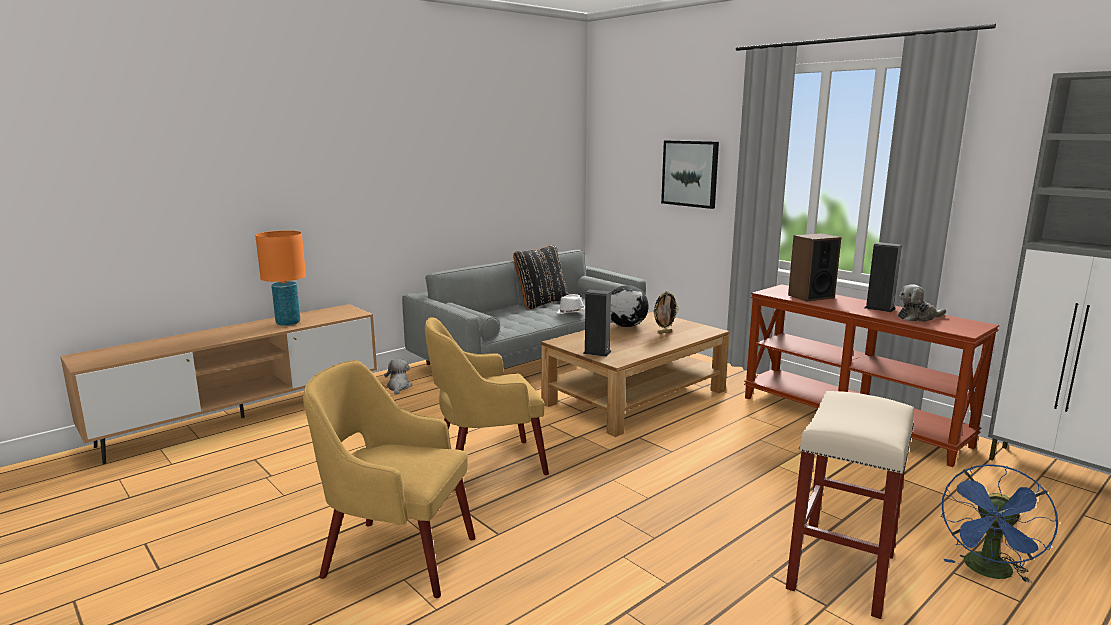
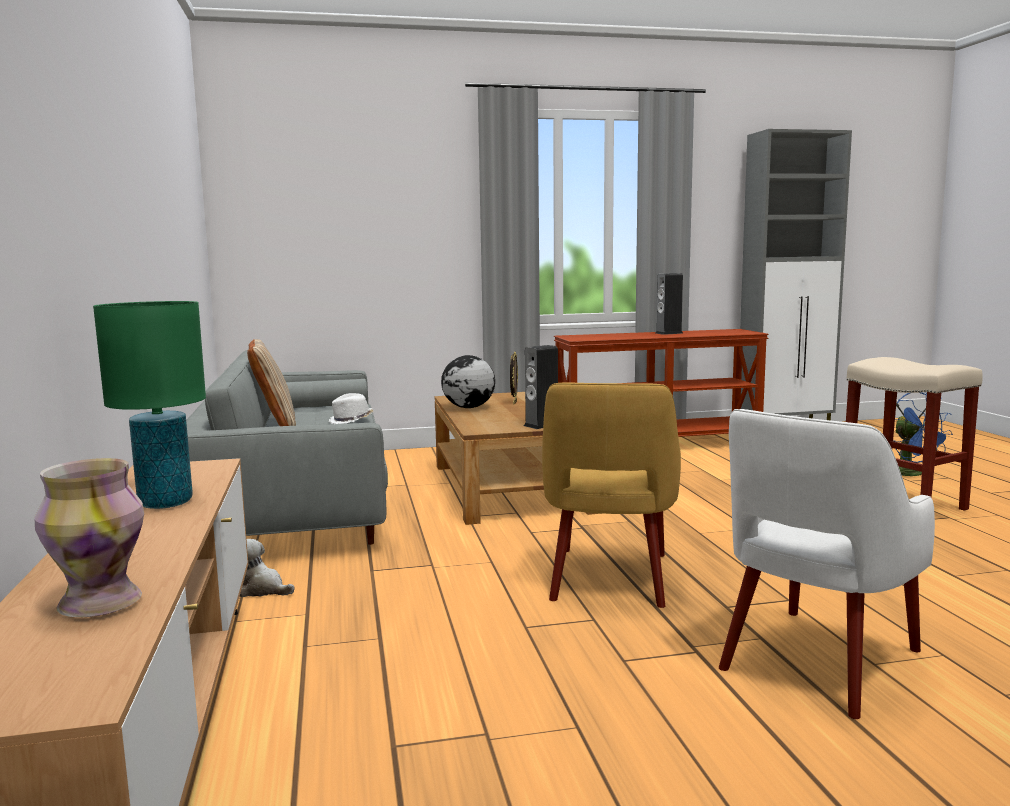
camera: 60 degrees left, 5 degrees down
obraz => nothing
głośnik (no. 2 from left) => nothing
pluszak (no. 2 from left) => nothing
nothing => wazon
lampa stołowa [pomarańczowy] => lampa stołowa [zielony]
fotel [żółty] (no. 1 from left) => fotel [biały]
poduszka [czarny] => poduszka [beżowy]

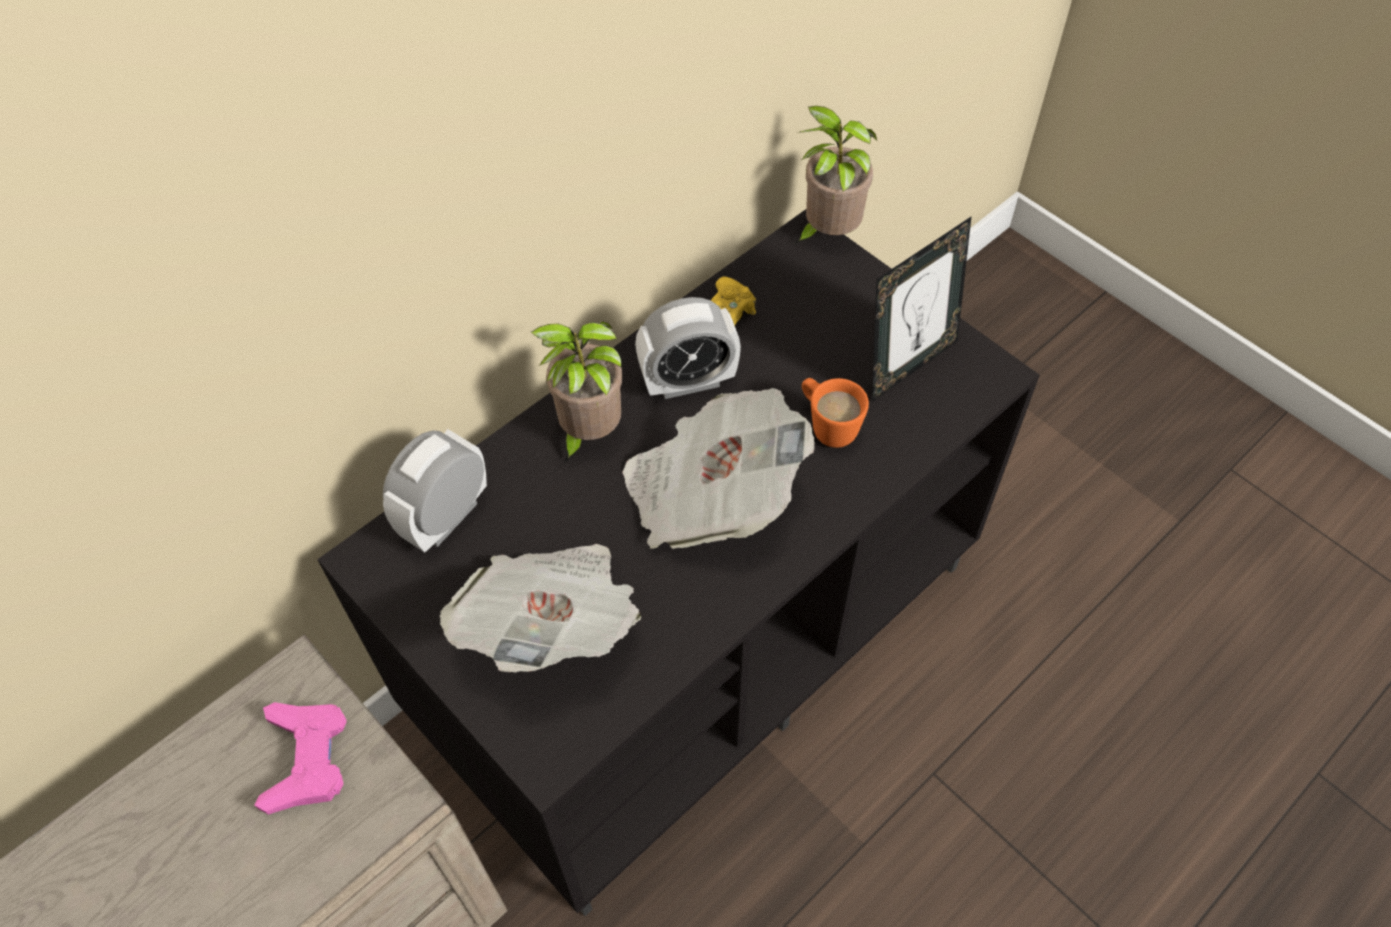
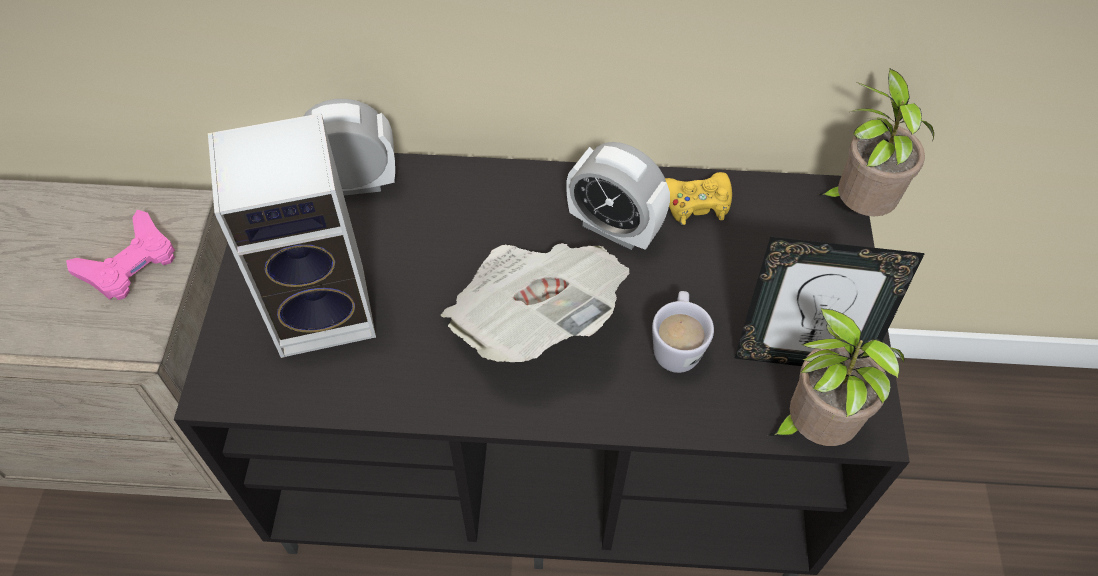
camera: 45 degrees right, 0 degrees up
roślina doniczkowa (no. 1 from left), shifted
gazeta (no. 1 from left) => głośnik
kubek [pomarańczowy] => kubek [biały]

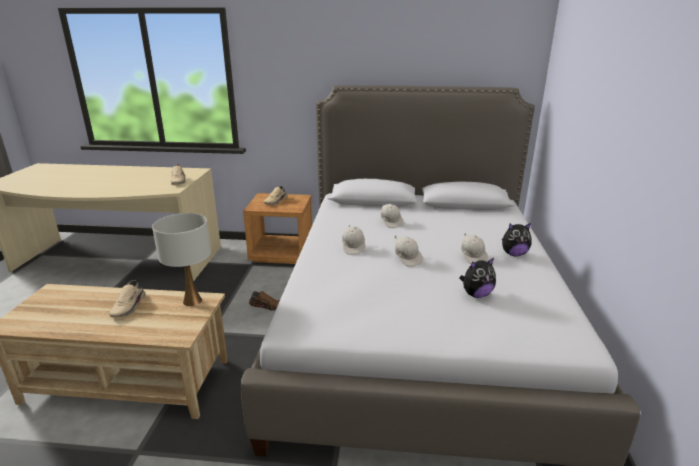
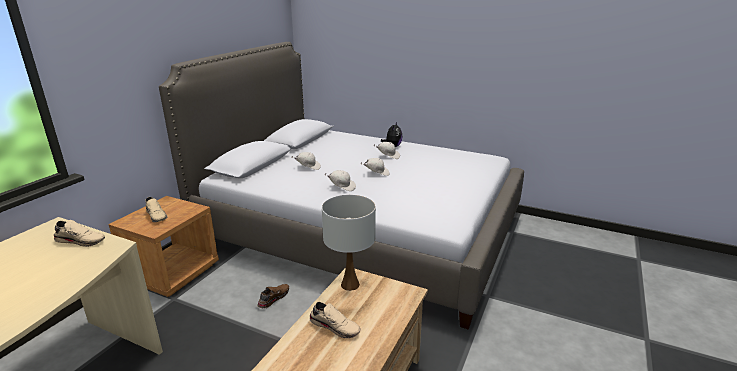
camera: 70 degrees left, 0 degrees up
pluszak (no. 1 from left) => nothing

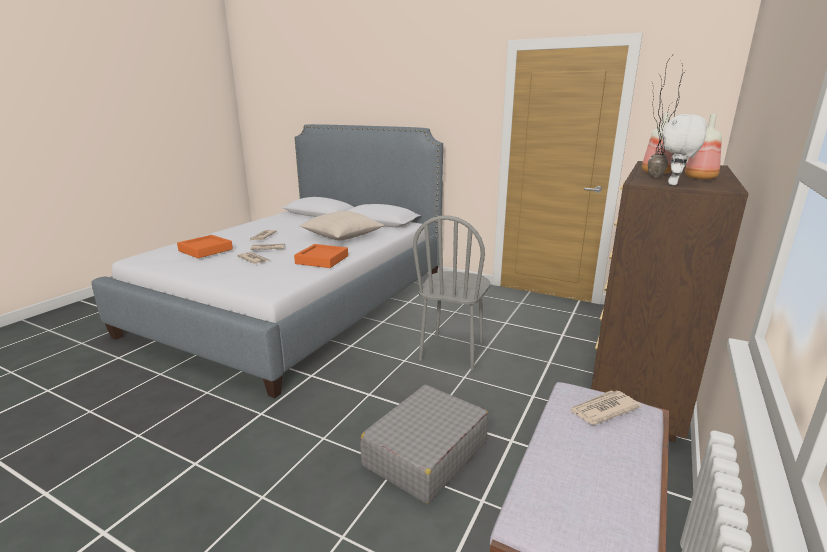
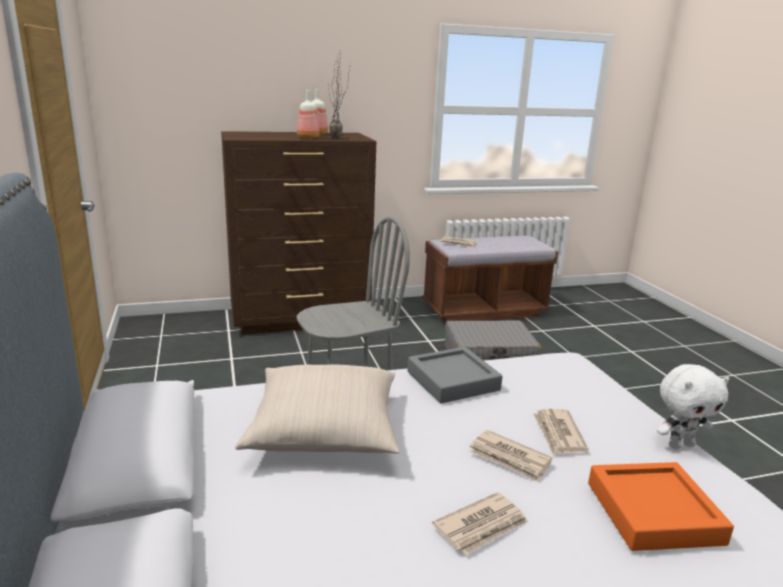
camera: 135 degrees left, 0 degrees up
pluszak [biały], shifted
taca [pomarańczowy] (no. 2 from left) => taca [szary]

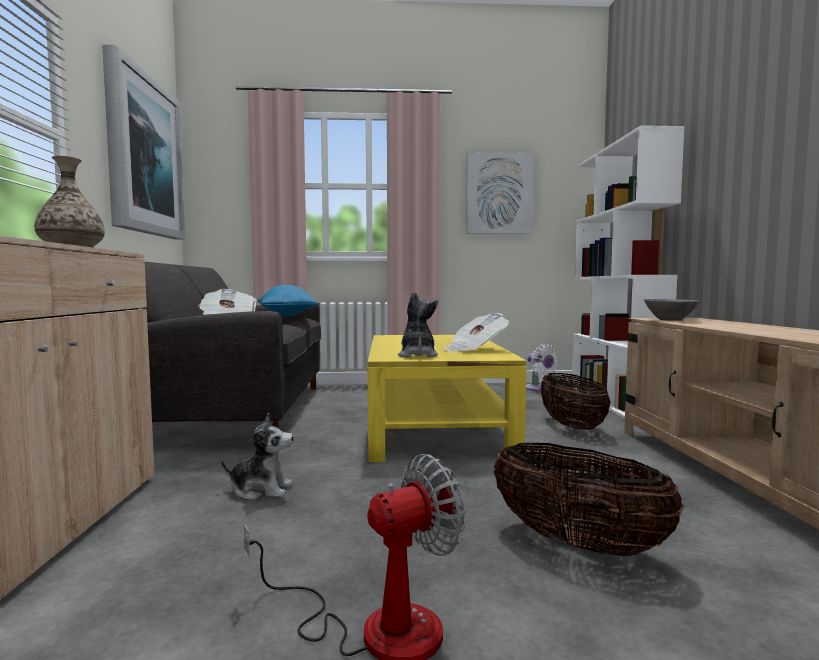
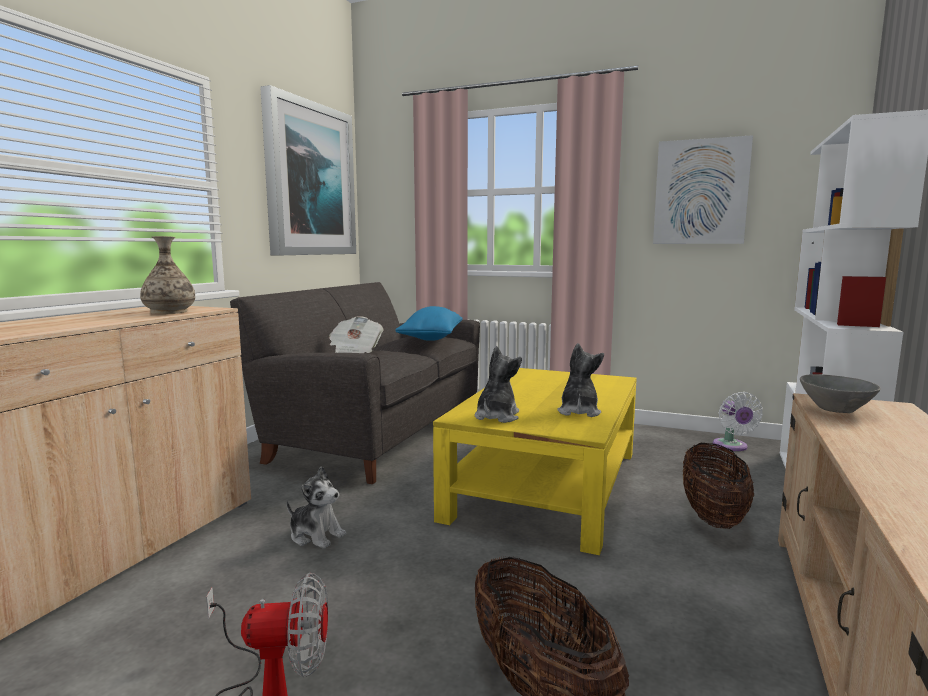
camera: 25 degrees right, 5 degrees up
gazeta (no. 2 from left) => pluszak (no. 3 from left)

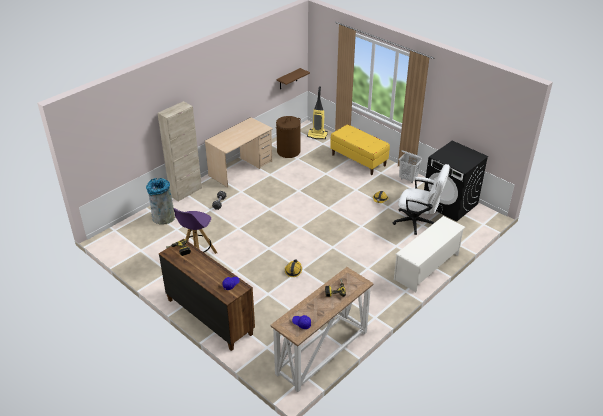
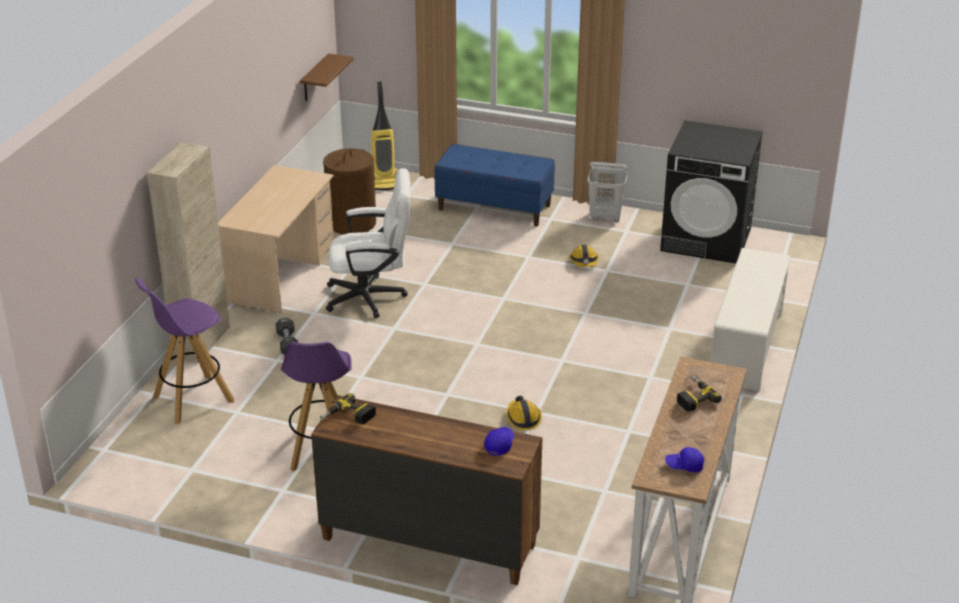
camera: 25 degrees left, 5 degrees down
krzesło biurowe [biały], shifted
kosz na śmieci [szary] => stołek [fioletowy] (no. 1 from left)
ławka [żółty] => ławka [niebieski]

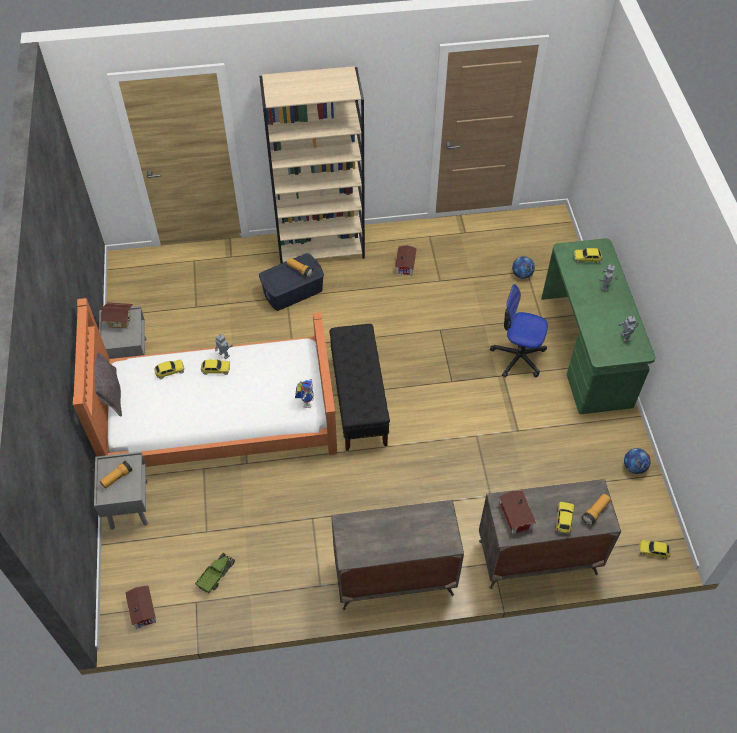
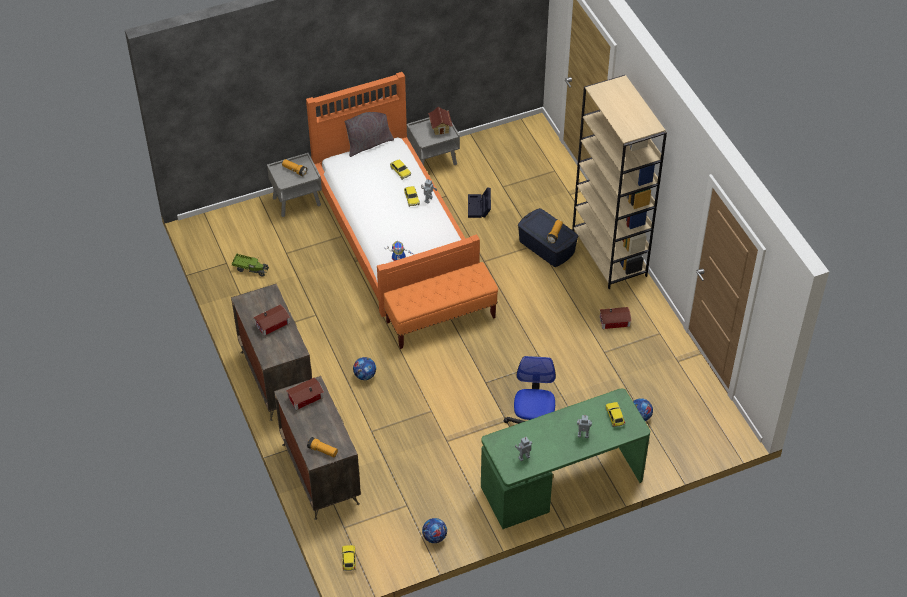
camera: 75 degrees right, 5 degrees down
samochodzik (no. 3 from left) => nothing
nothing => piłka futbolowa (no. 1 from left)
nothing => pojemnik do przechowywania [czarny]
domek (no. 2 from left in the first image) => domek (no. 1 from left), shifted
ławka [czarny] => ławka [pomarańczowy]

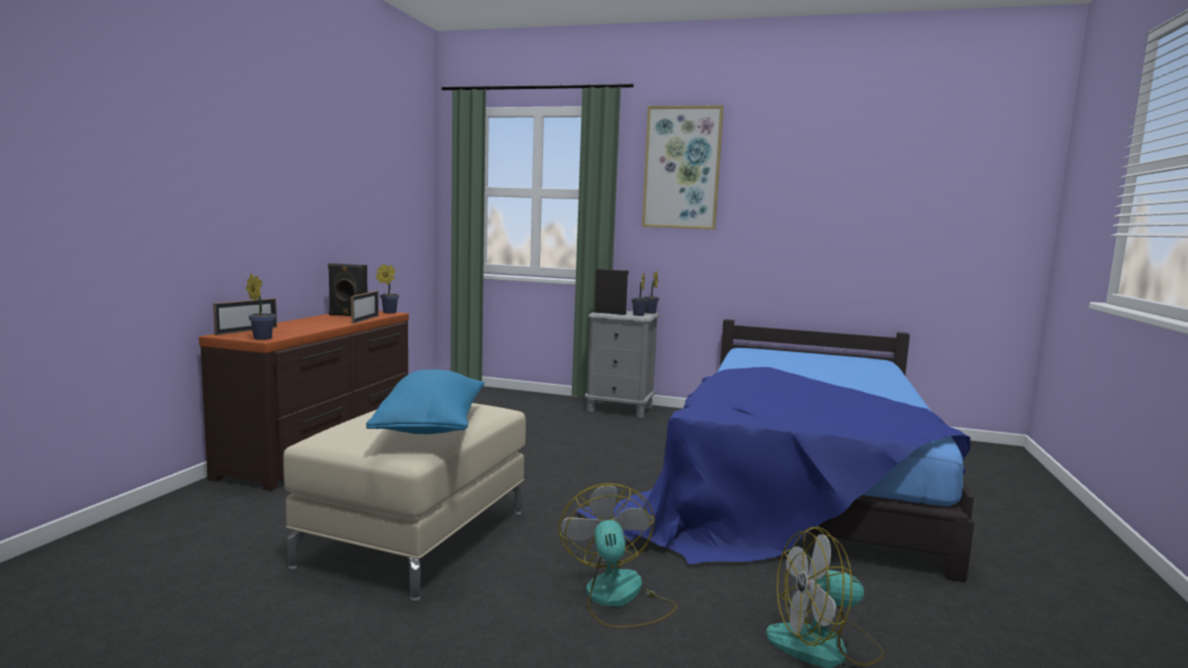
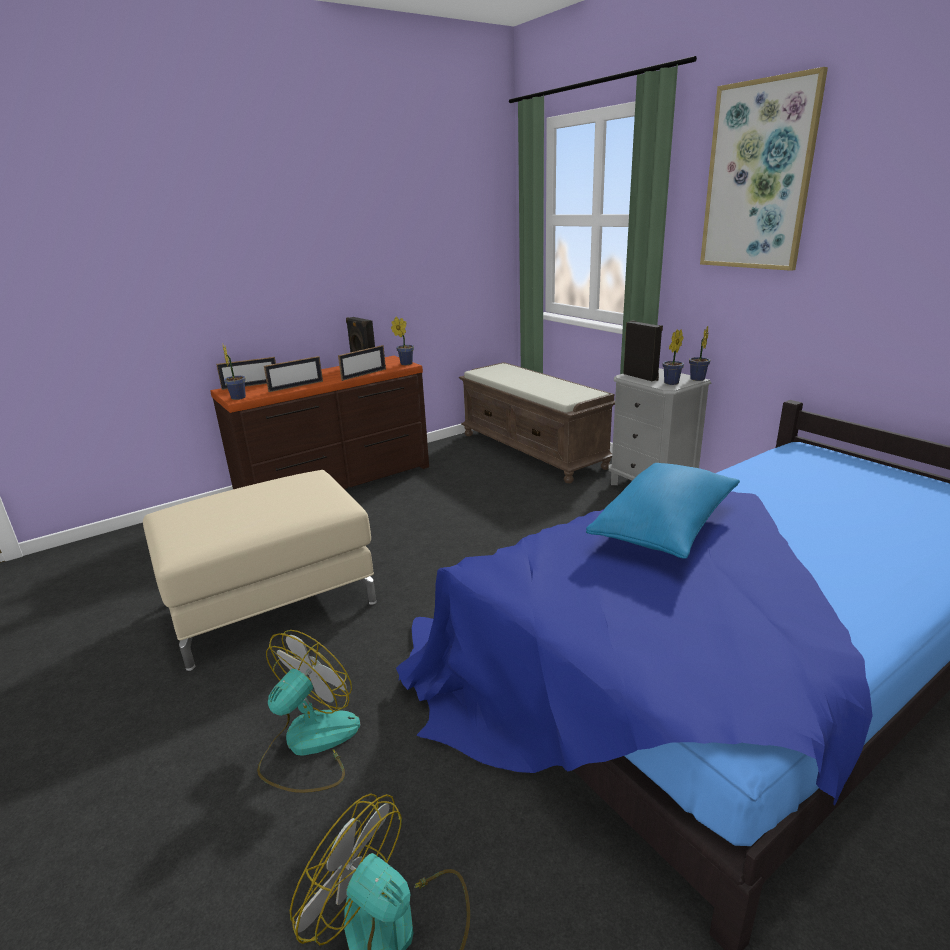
camera: 40 degrees right, 15 degrees up
nothing => ramka na zdjęcie (no. 2 from left)
nothing => ławka [brązowy]
poduszka [niebieski], shifted

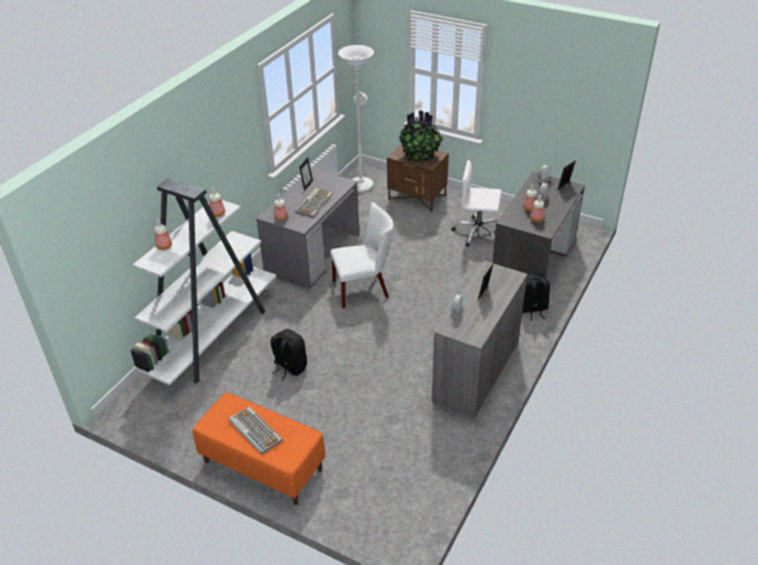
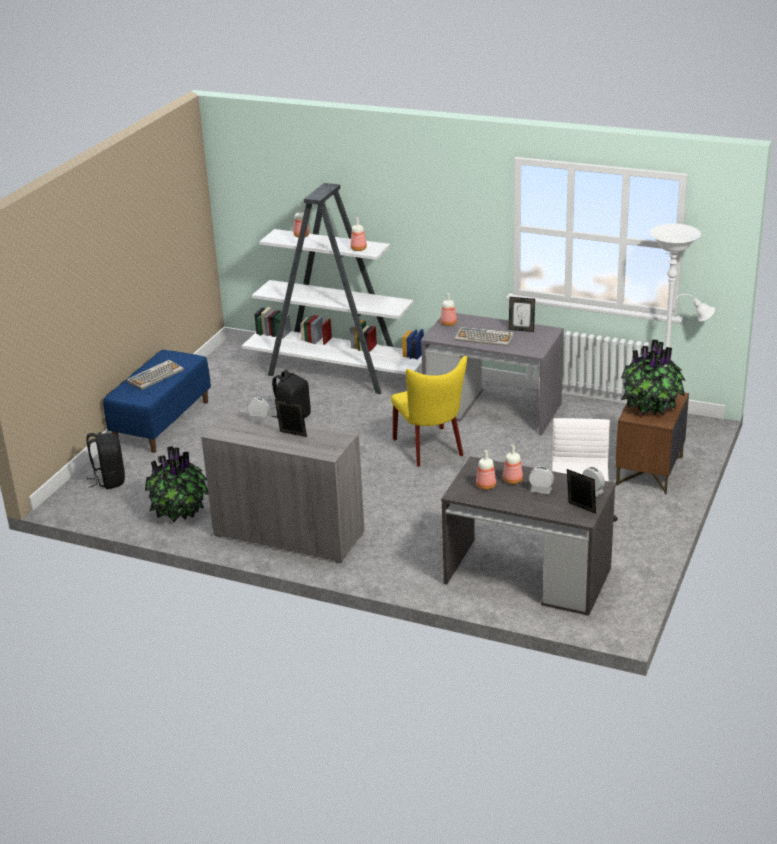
camera: 85 degrees right, 10 degrees down
nothing => roślina doniczkowa (no. 1 from left)
plecak [czarny] (no. 2 from left in the first image) => plecak [czarny] (no. 1 from left), shifted
ławka [pomarańczowy] => ławka [niebieski]
krzesło [biały] => krzesło [żółty]

